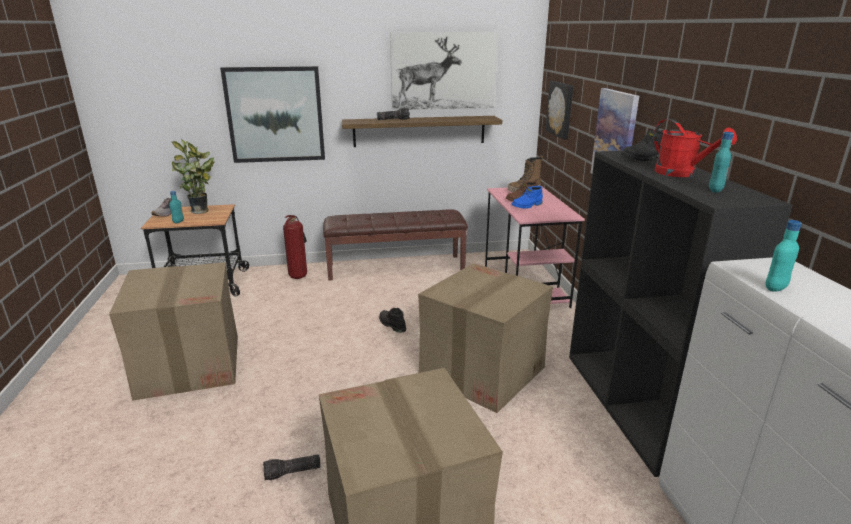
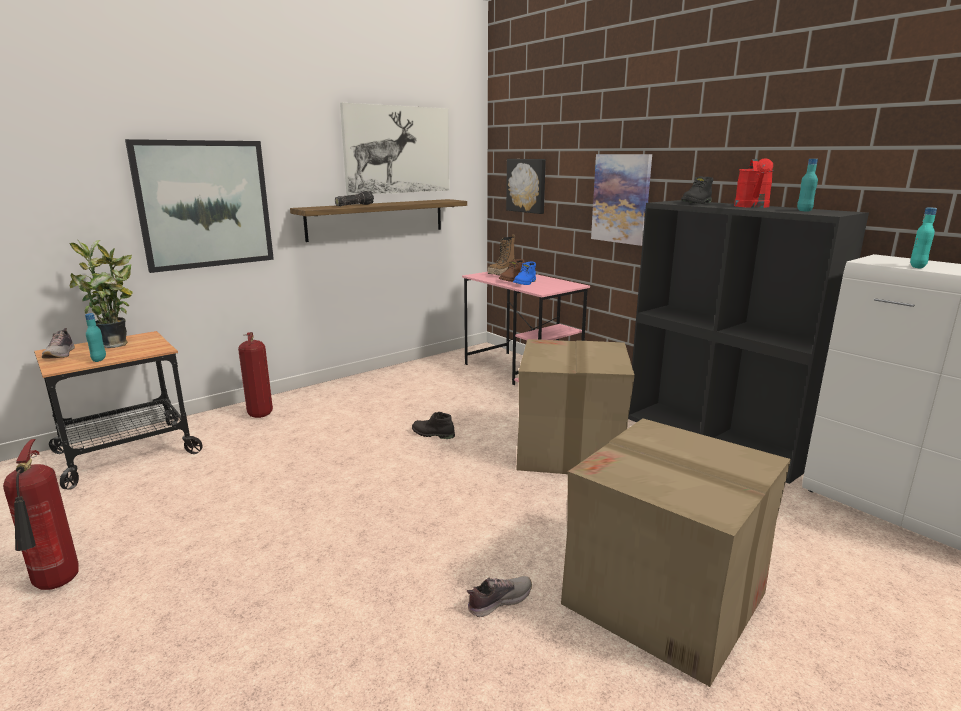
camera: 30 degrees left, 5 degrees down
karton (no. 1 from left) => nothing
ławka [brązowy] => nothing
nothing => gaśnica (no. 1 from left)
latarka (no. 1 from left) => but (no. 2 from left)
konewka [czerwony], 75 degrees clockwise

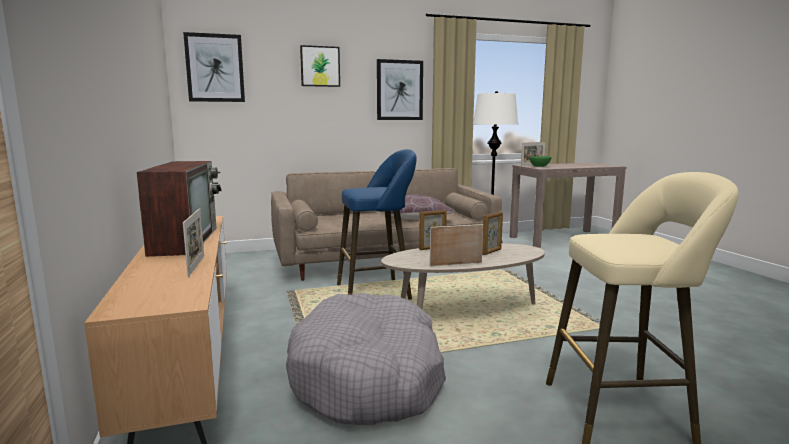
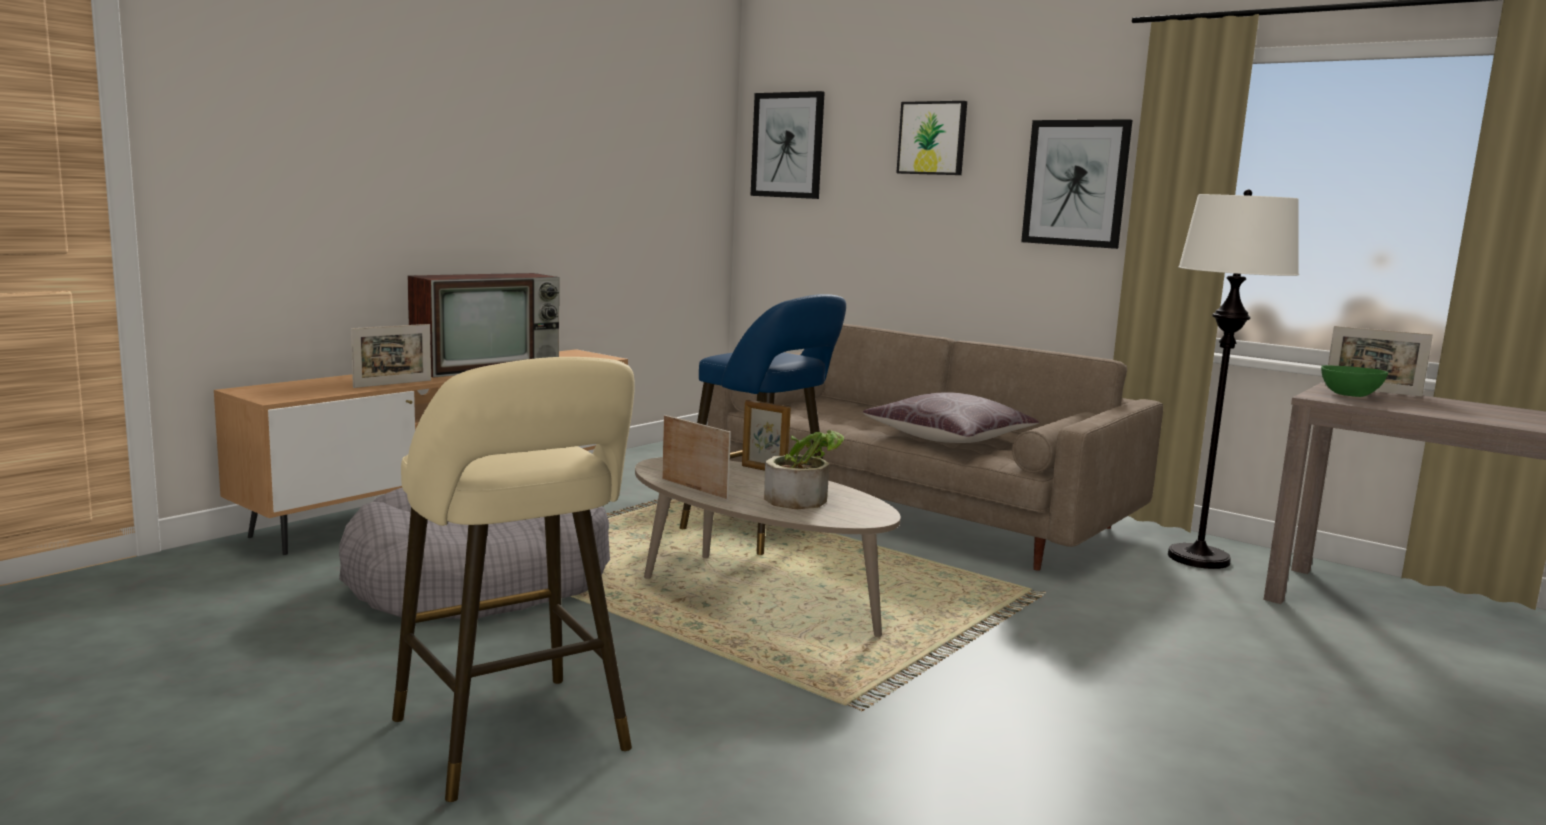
camera: 55 degrees right, 0 degrees up
ramka na zdjęcie (no. 4 from left) => roślina doniczkowa

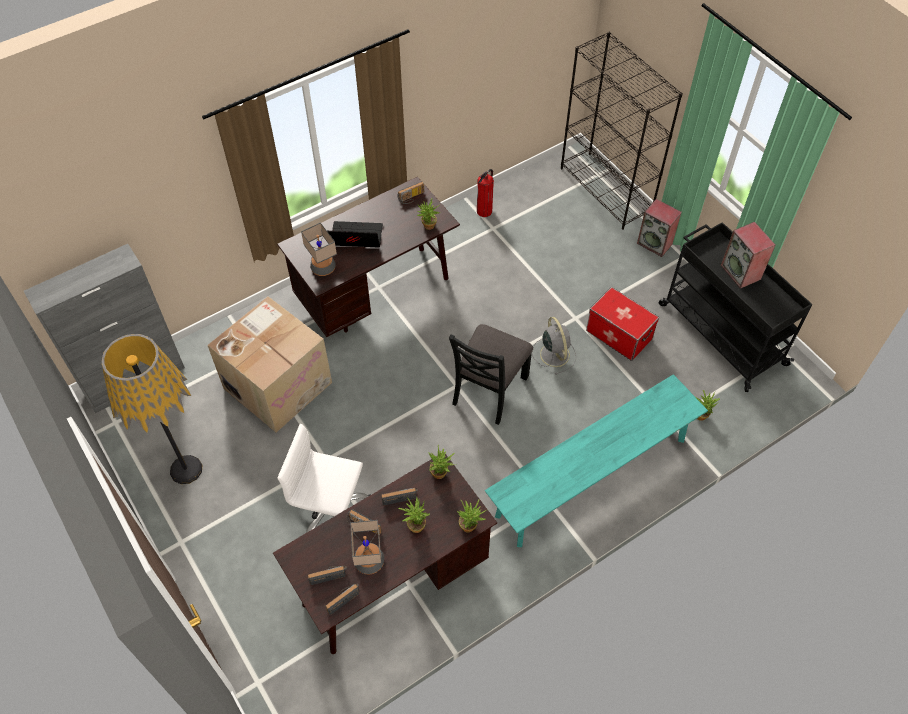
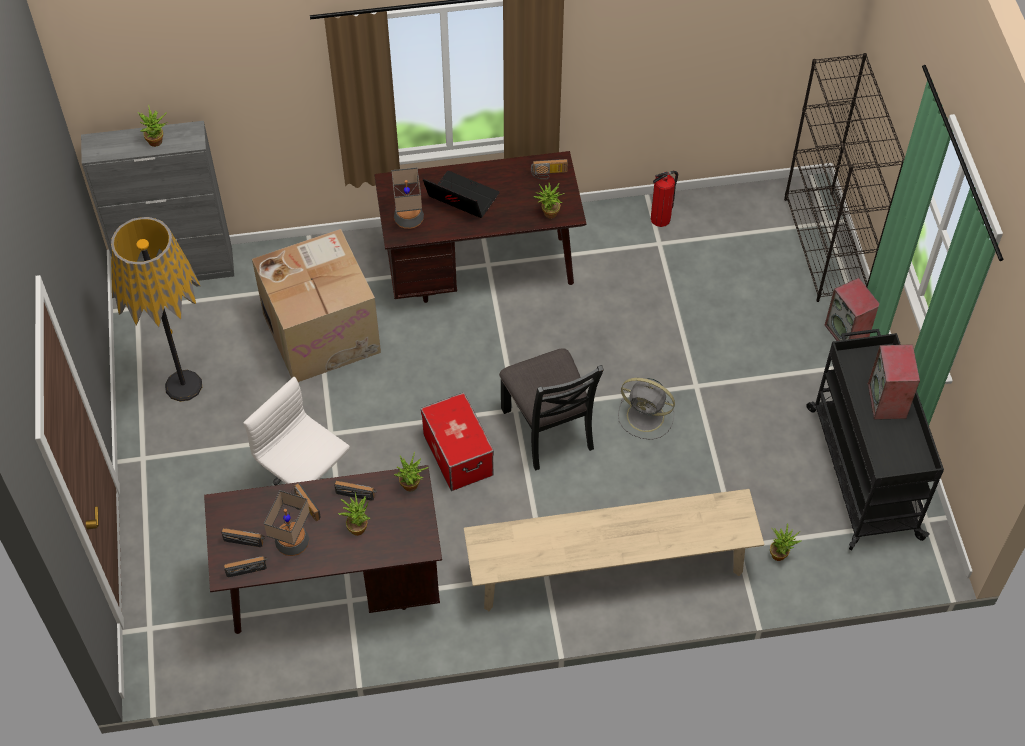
camera: 25 degrees right, 0 degrees up
roślina doniczkowa (no. 4 from left in the first image) => roślina doniczkowa (no. 1 from left), shifted
pojemnik do przechowywania, shifted
ławka [turkusowy] => ławka [beżowy]
krzesło [czarny], 75 degrees counterclockwise
wentylator [szary], 105 degrees clockwise

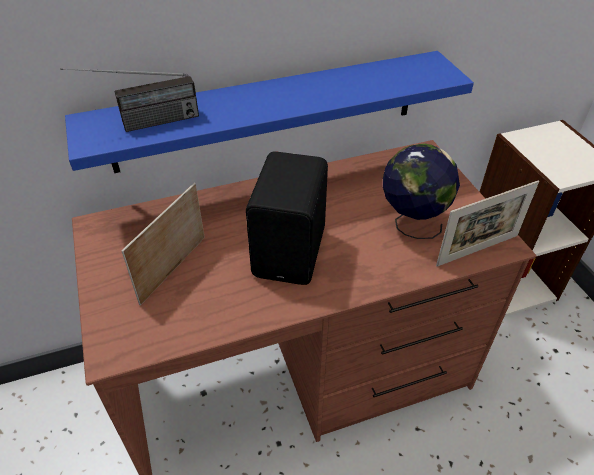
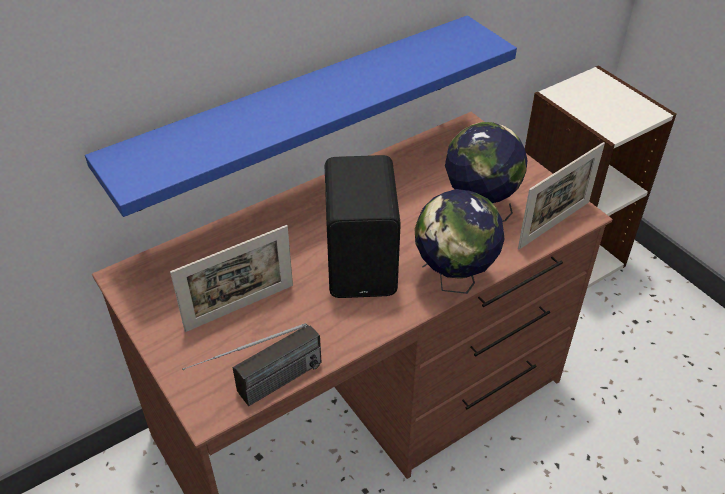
camera: 15 degrees left, 0 degrees up
nothing => globus (no. 1 from left)
radio, shifted
ramka na zdjęcie (no. 1 from left), 135 degrees counterclockwise

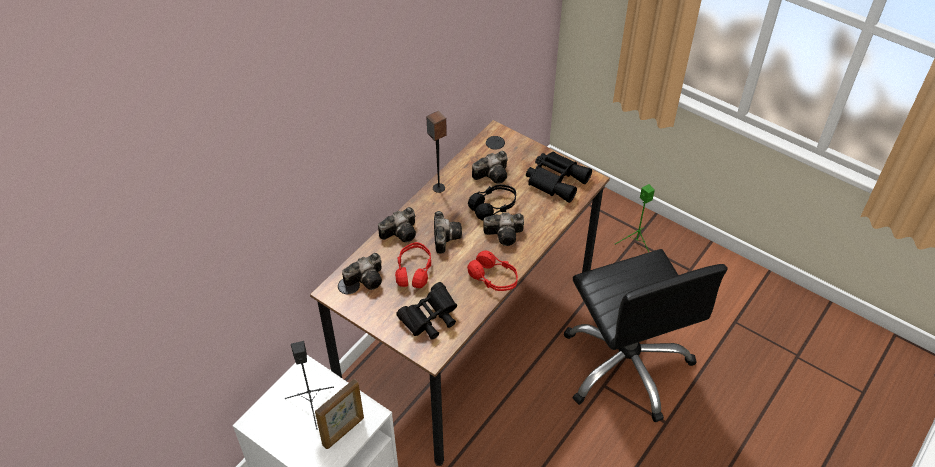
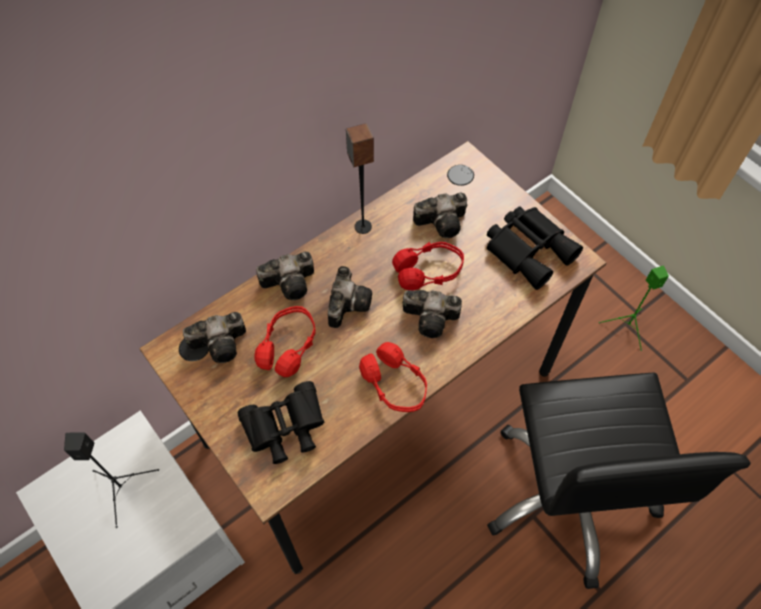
camera: 15 degrees right, 10 degrees up
ramka na zdjęcie => nothing
słuchawki [czarny] => słuchawki [czerwony] (no. 3 from left)

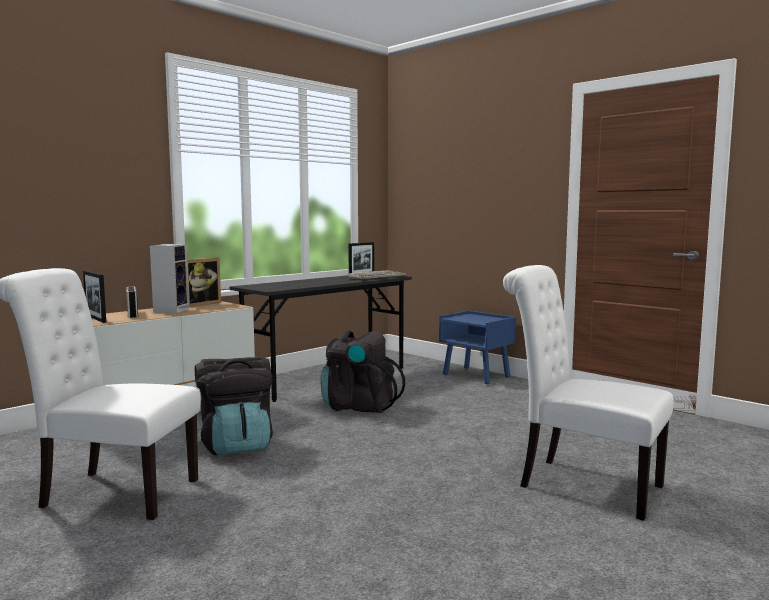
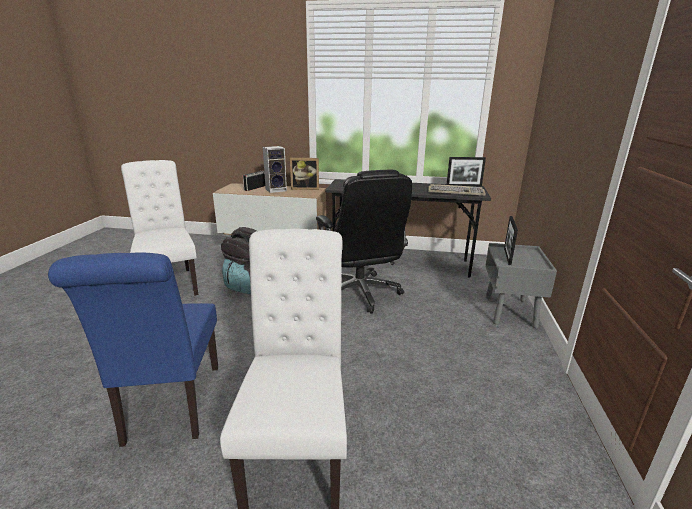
camera: 55 degrees right, 15 degrees up
nothing => krzesło [niebieski]
ramka na zdjęcie (no. 1 from left in the first image) => ramka na zdjęcie (no. 3 from left), shifted
plecak [czarny] (no. 2 from left) => krzesło biurowe [czarny]
szafka nocna [niebieski] => szafka nocna [szary]

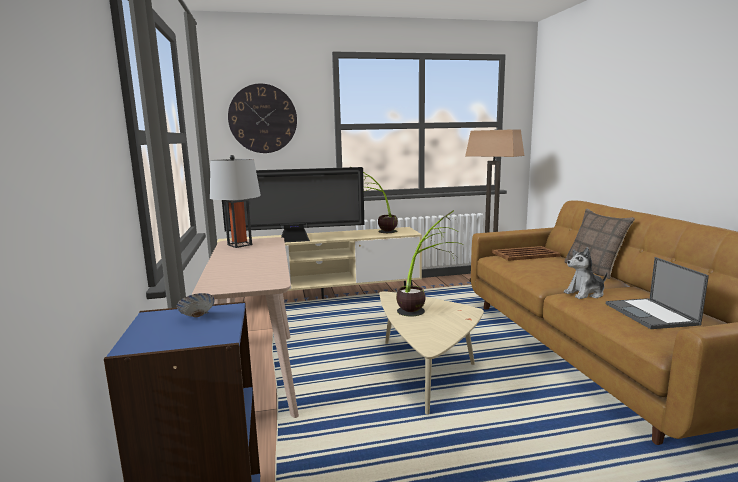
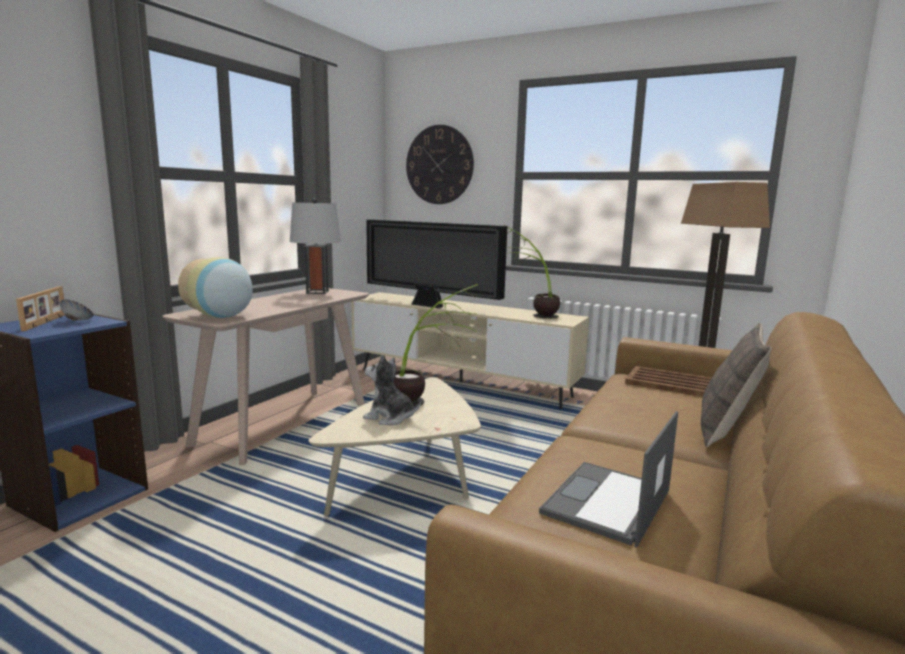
camera: 40 degrees right, 0 degrees up
nothing => ramka na zdjęcie
nothing => wazon
pluszak, shifted

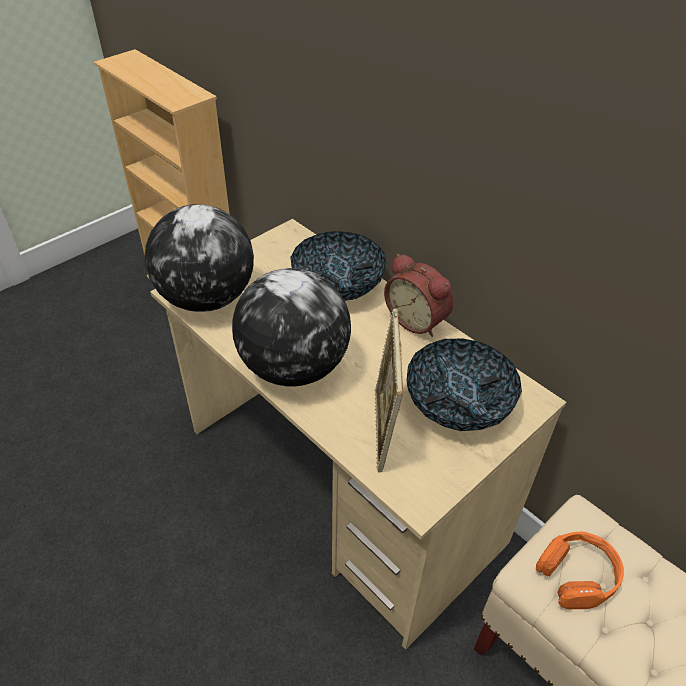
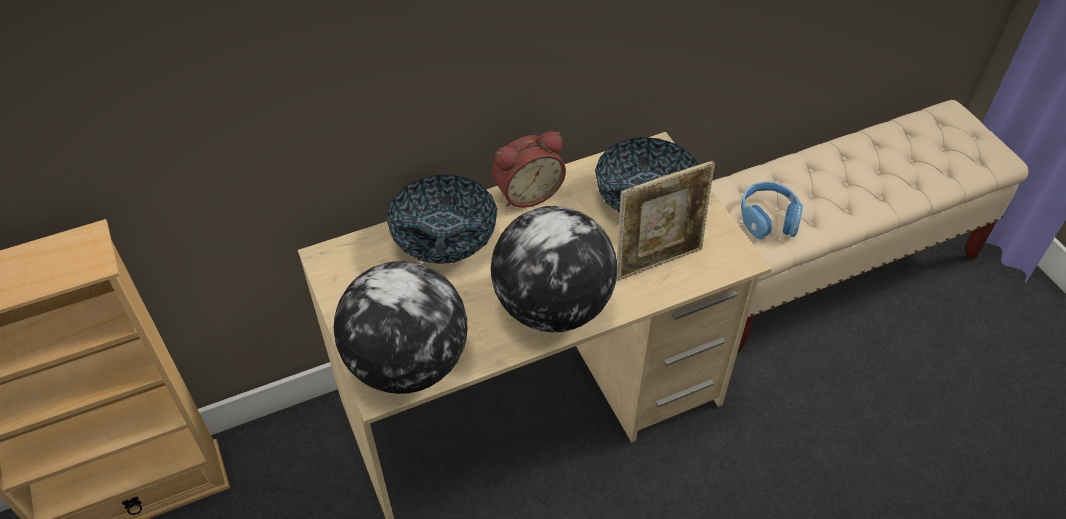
camera: 70 degrees left, 5 degrees up
słuchawki [pomarańczowy] => słuchawki [niebieski]
ramka na zdjęcie, 45 degrees counterclockwise

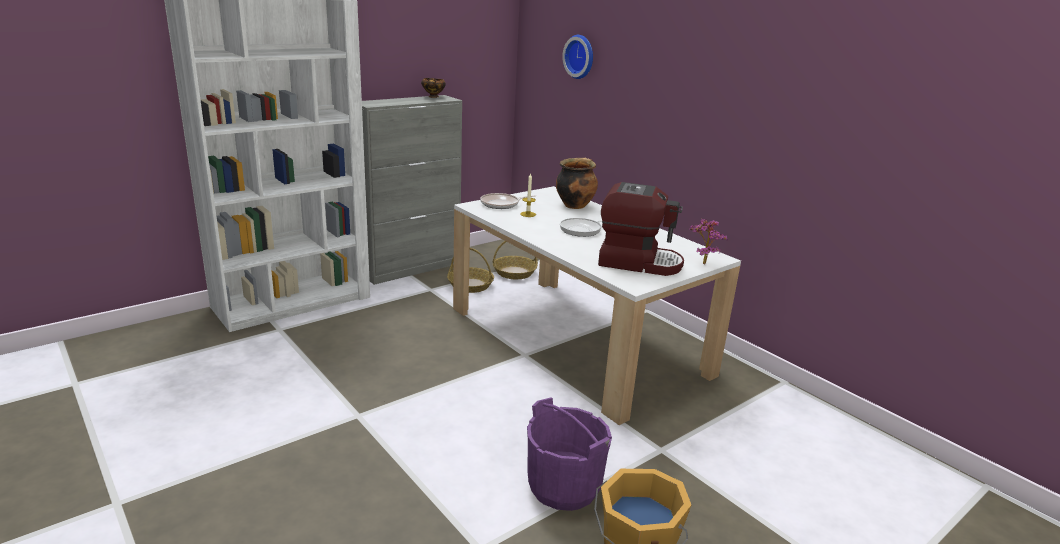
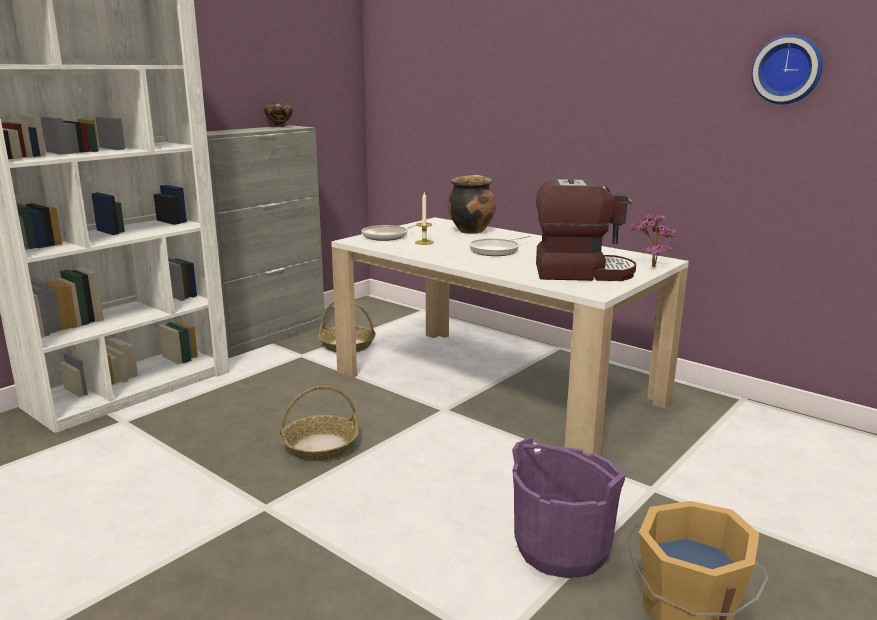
camera: 10 degrees left, 5 degrees down
koszyk (no. 2 from left in the first image) => koszyk (no. 1 from left), shifted
zegar ścienny, shifted

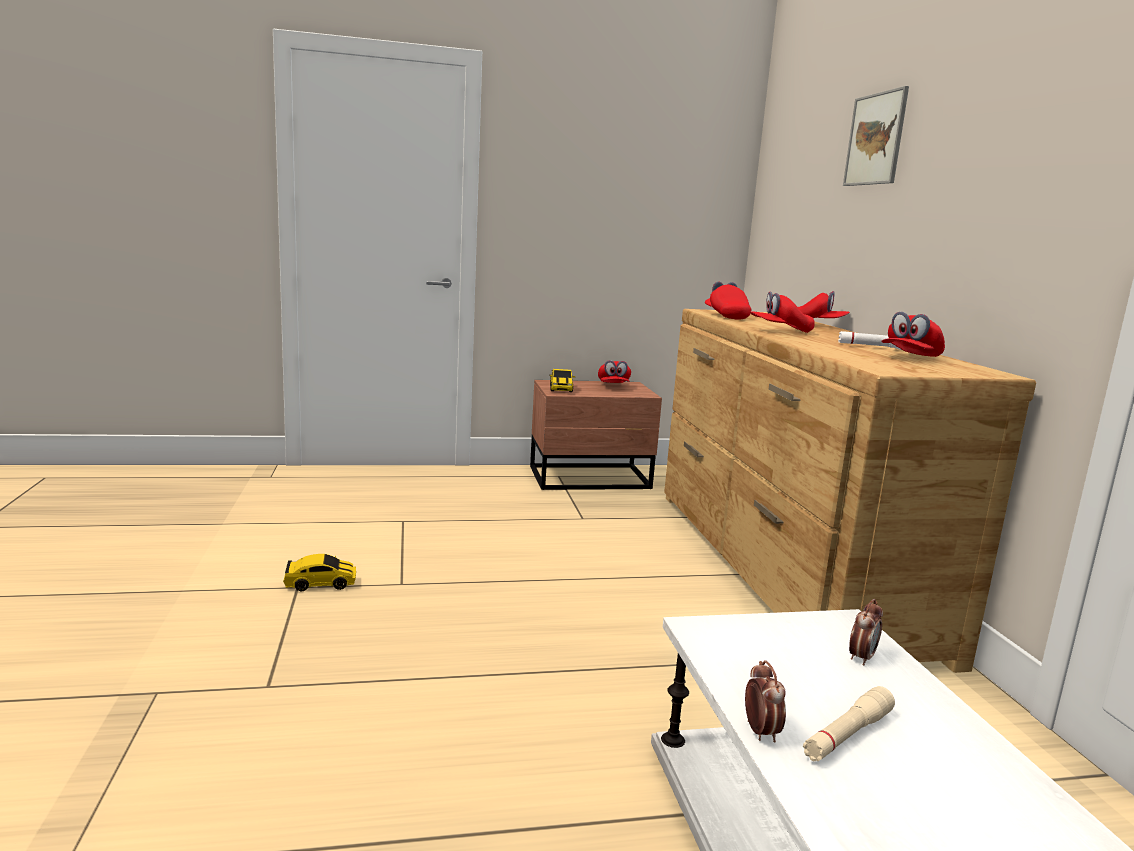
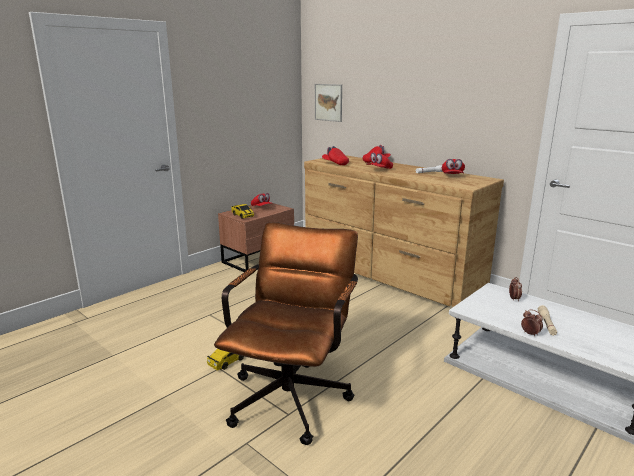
camera: 35 degrees left, 5 degrees up
nothing => krzesło biurowe [brązowy]
obraz, shifted

